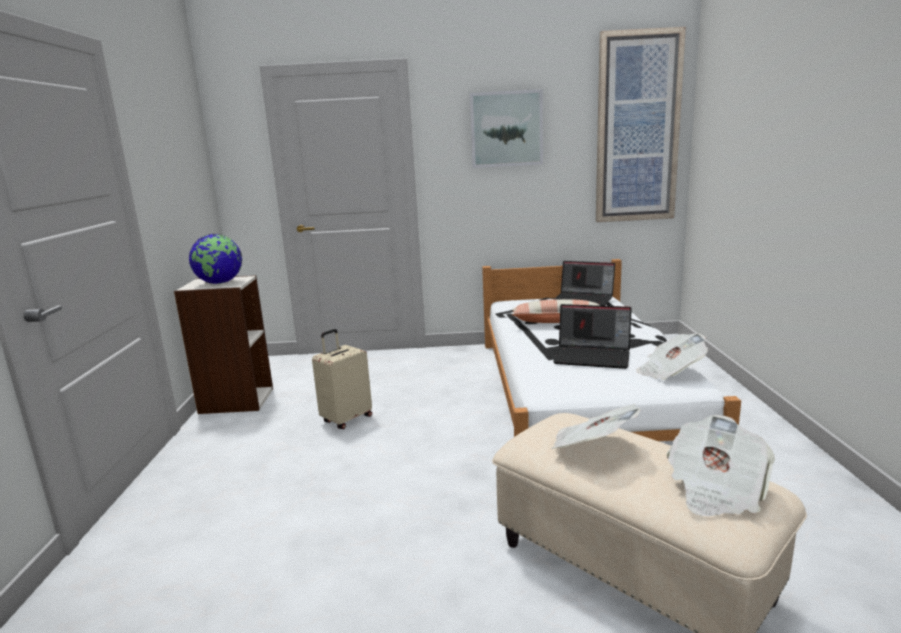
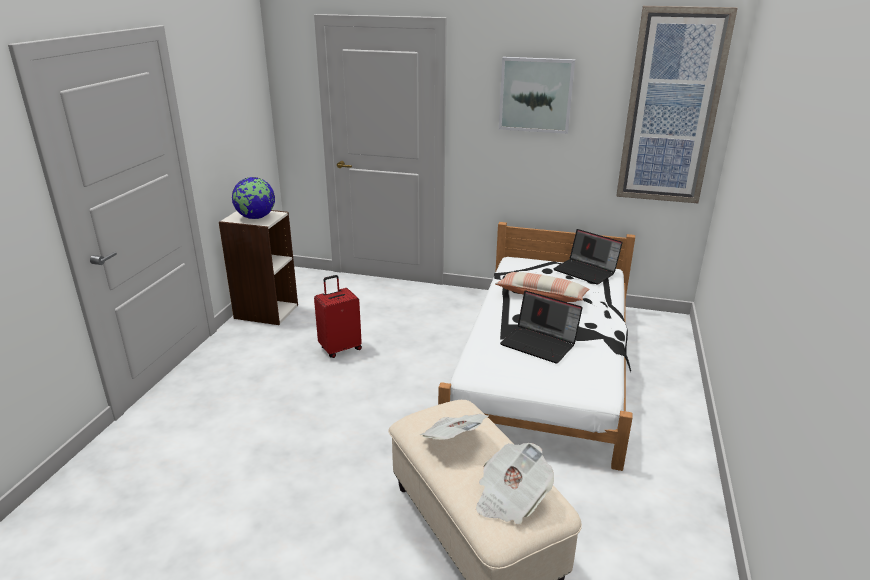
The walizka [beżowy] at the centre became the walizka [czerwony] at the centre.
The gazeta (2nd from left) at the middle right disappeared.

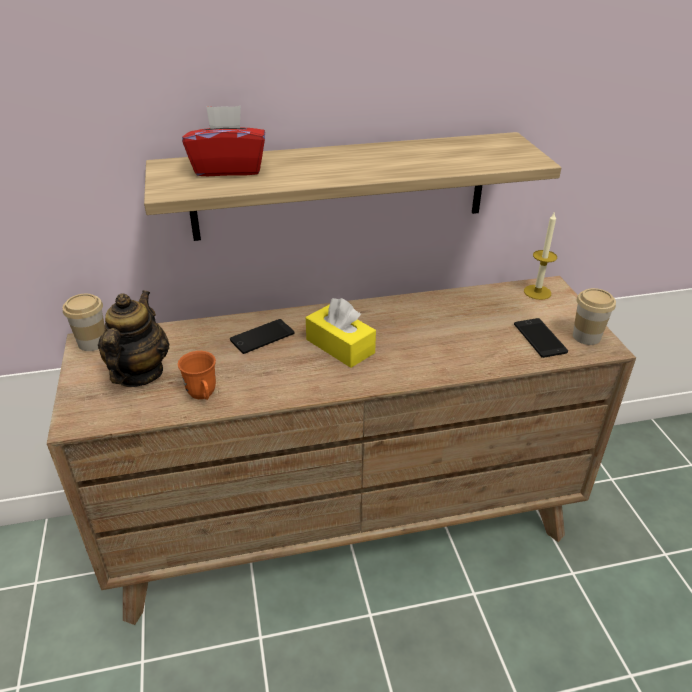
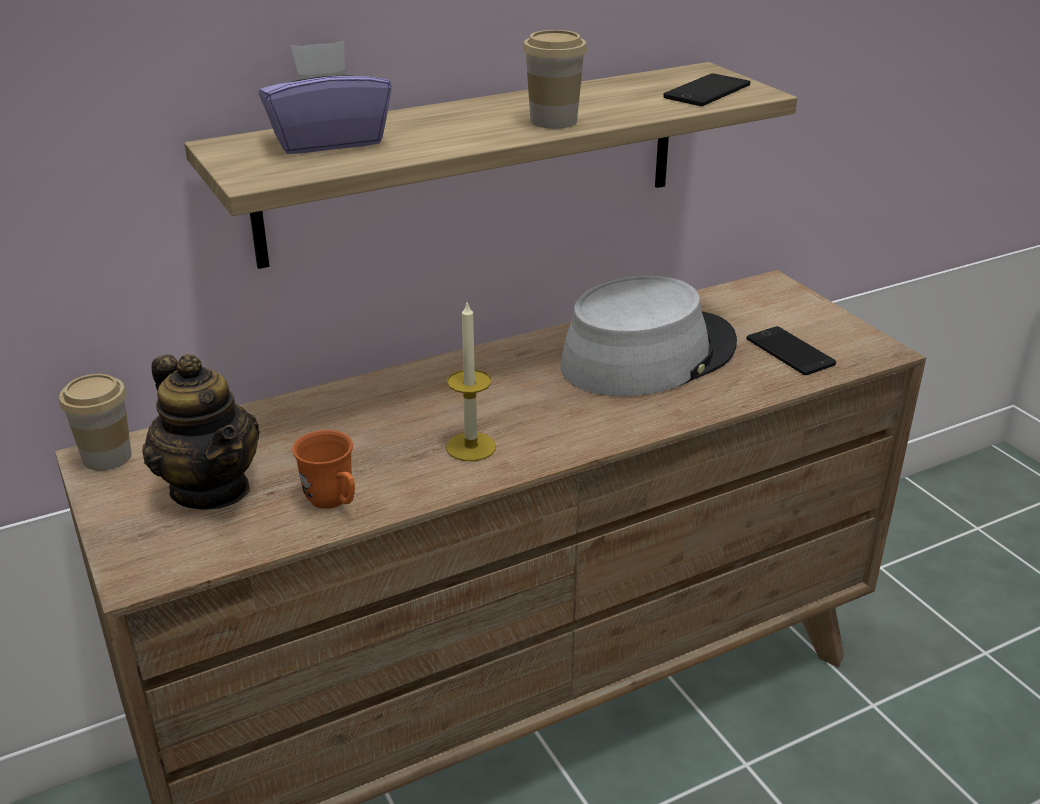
The imbryk at the middle left turned 150 degrees clockwise.
The pudełko chusteczek [czerwony] at the top left became the pudełko chusteczek [fioletowy] at the top left.
The telefon (1st from left) moved from the centre to the top right.
The pudełko chusteczek [żółty] at the centre disappeared.
The świeca moved from the middle right to the centre.
The filiżanka (2nd from left) moved from the middle right to the top centre.
The kapelusz [szary] at the centre appeared.

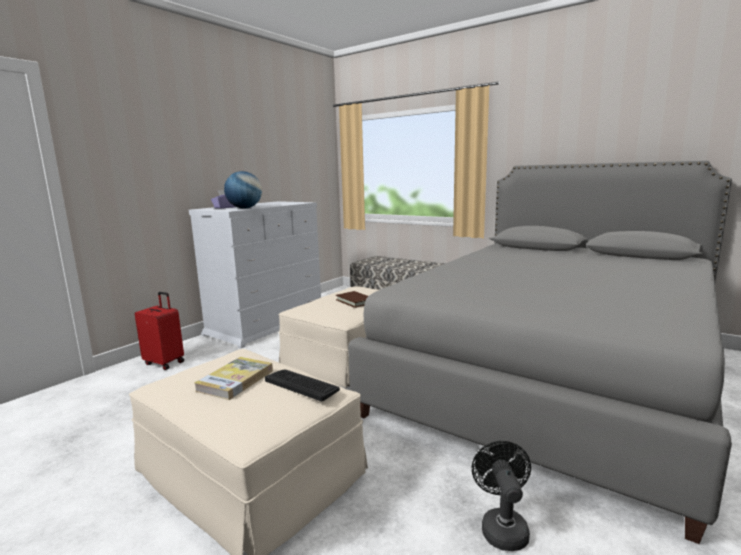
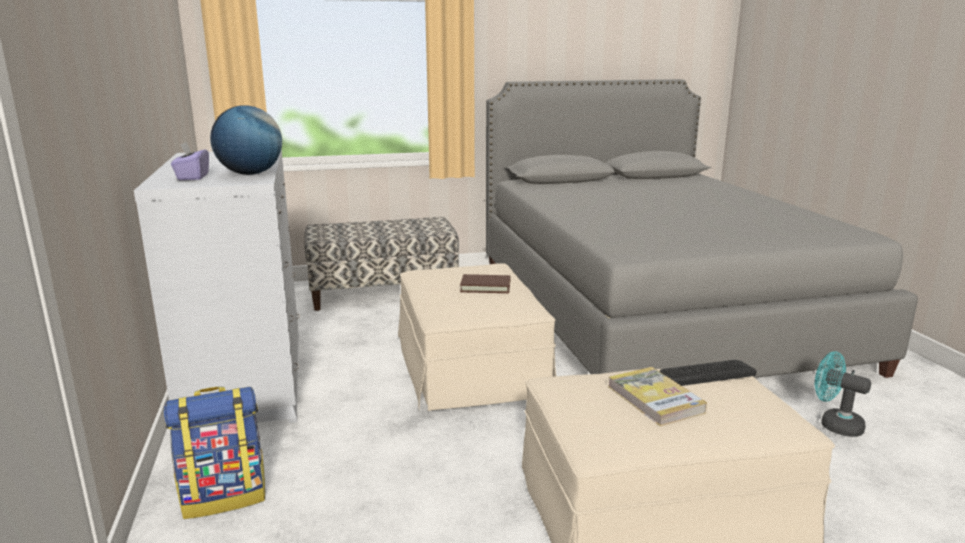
The walizka [czerwony] at the middle left was replaced by the plecak at the bottom left.
The wentylator [czarny] at the bottom right became the wentylator [turkusowy] at the bottom right.

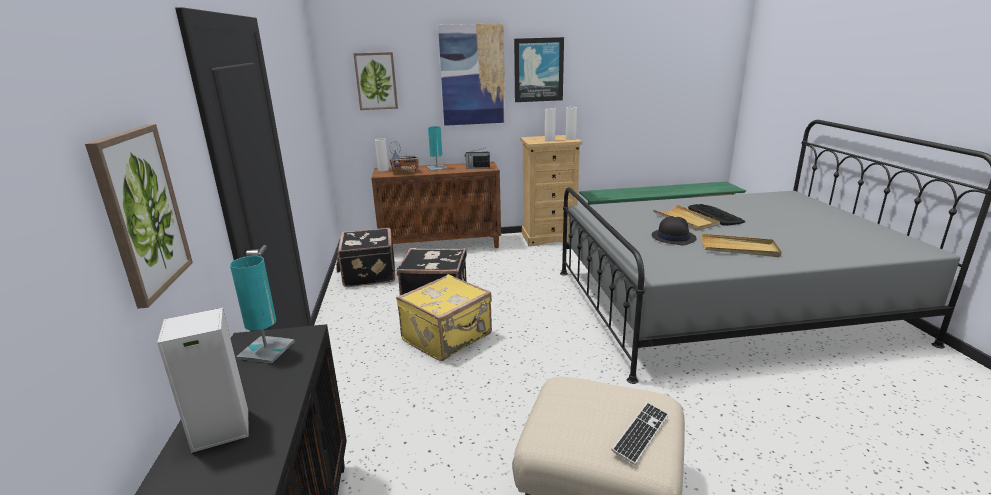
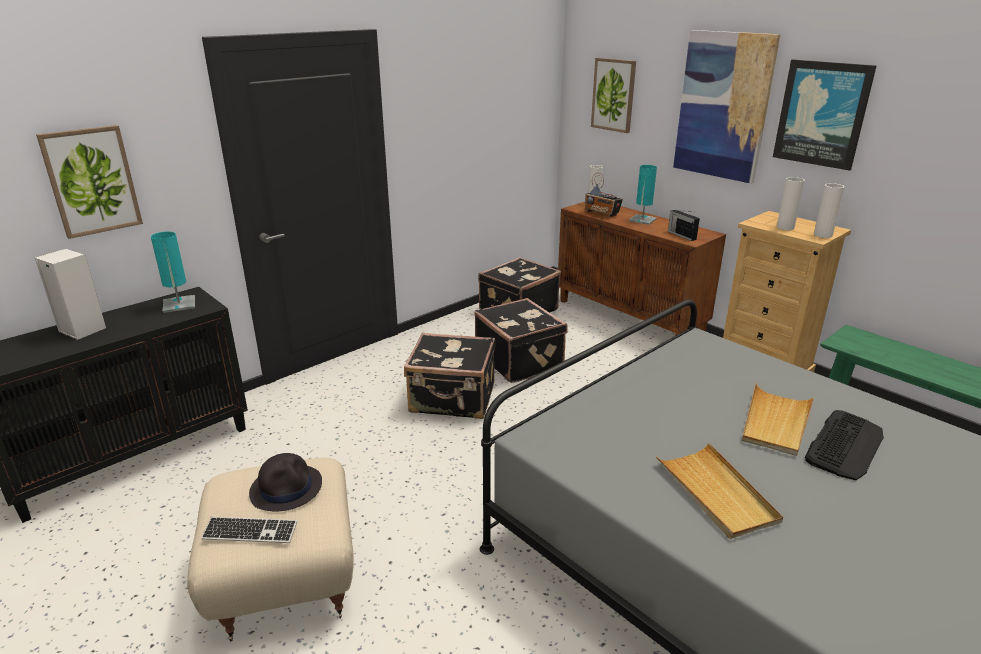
The walizka [żółty] at the centre became the walizka [czarny] (1st from left) at the centre.
The kapelusz [czarny] moved from the middle right to the bottom left.

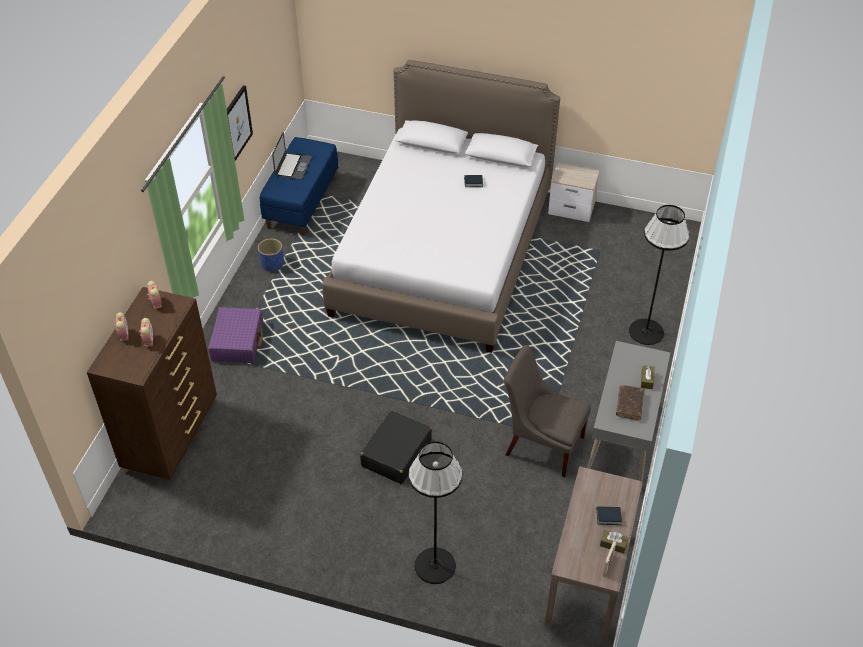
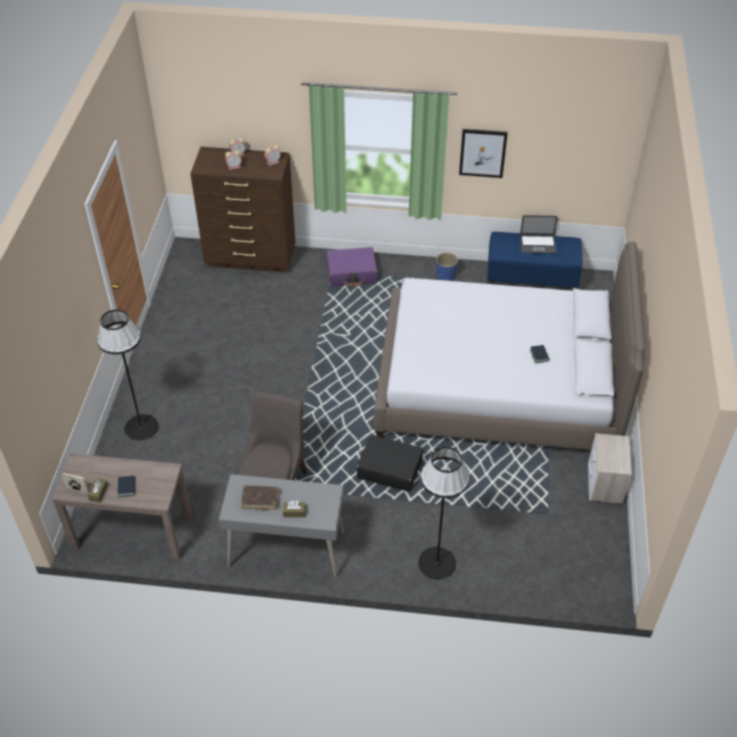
The walizka [czarny] moved from the bottom centre to the centre.

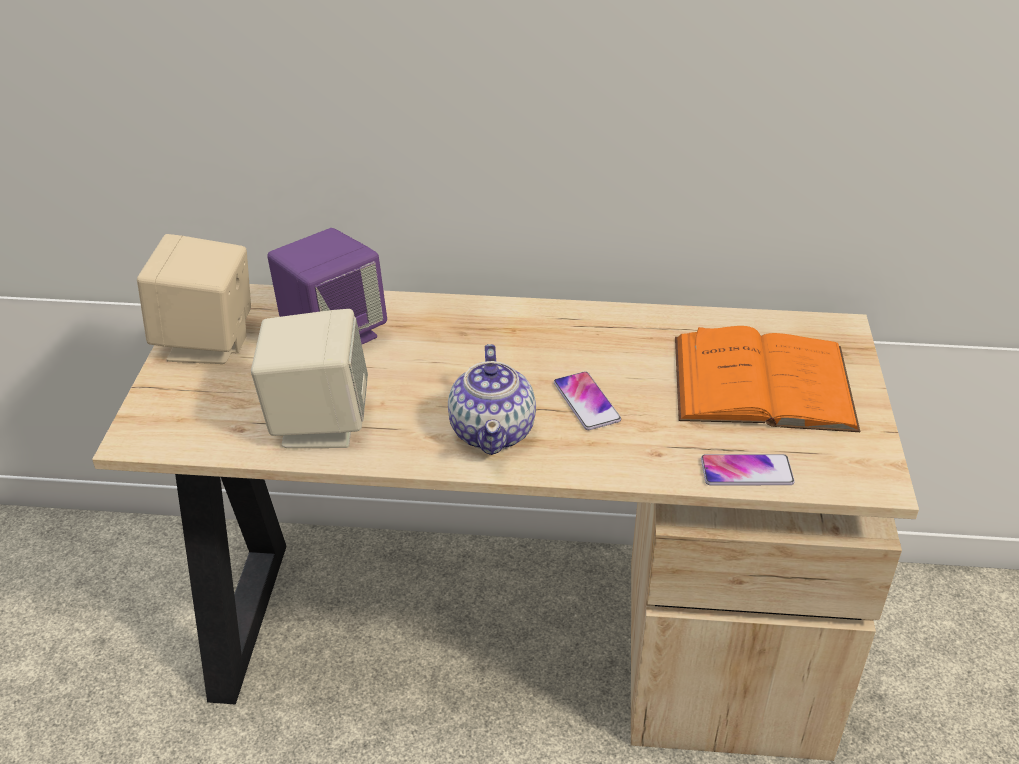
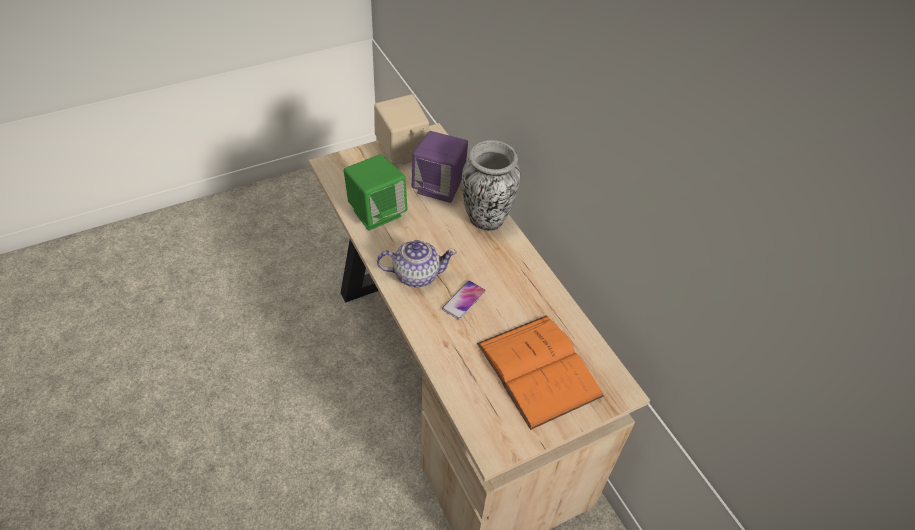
The głośnik [beżowy] (2nd from left) at the middle left became the głośnik [zielony] at the centre.
The imbryk at the centre turned 150 degrees counterclockwise.
The telefon (2nd from left) at the middle right disappeared.
The wazon at the centre appeared.

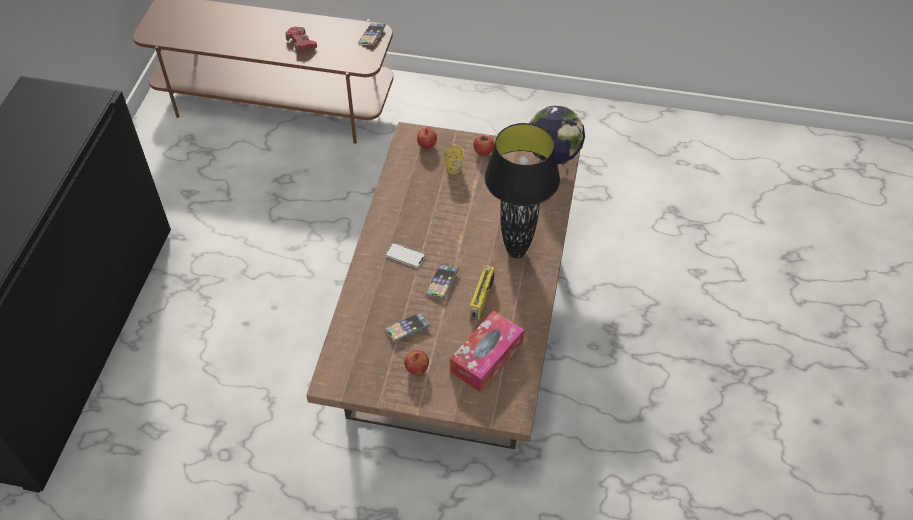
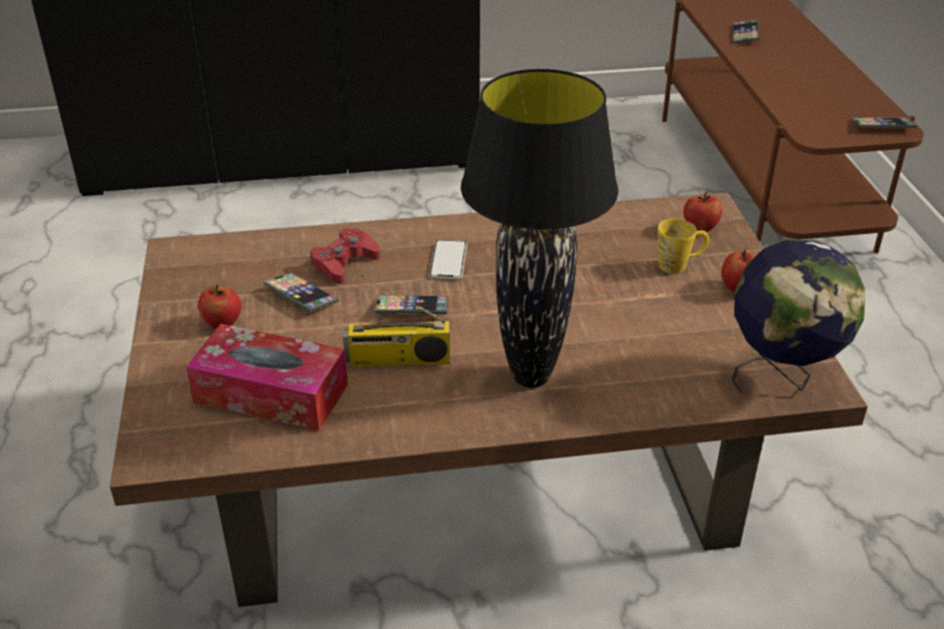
The pad do gier [czerwony] moved from the top left to the centre.
The telefon (4th from left) at the top right appeared.

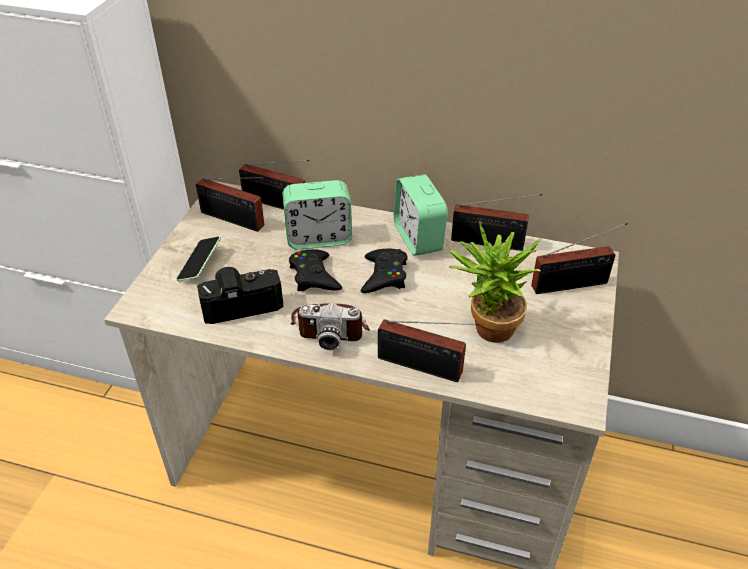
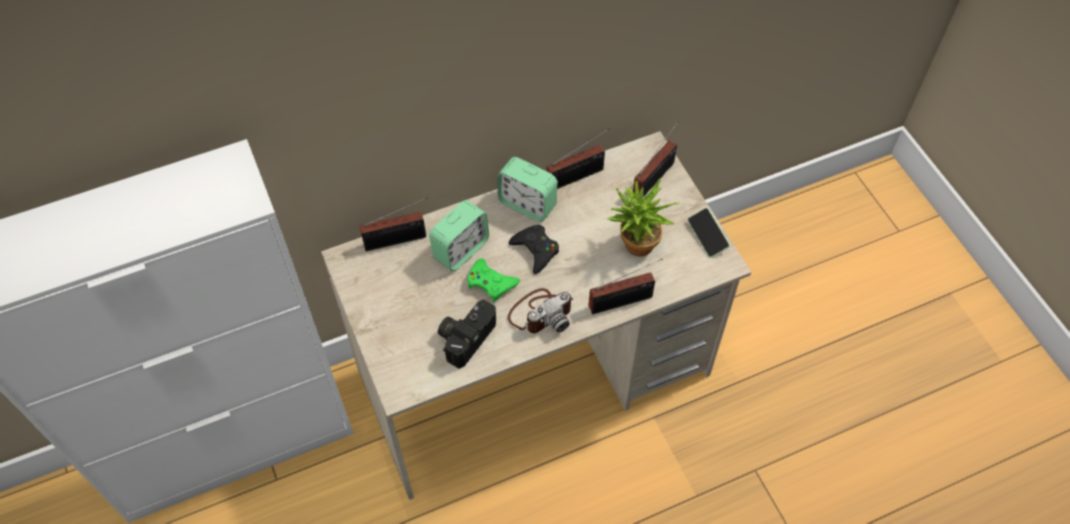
The telefon moved from the middle left to the centre.
The radio (1st from left) at the middle left disappeared.
The pad do gier [czarny] (1st from left) at the centre became the pad do gier [zielony] at the centre.

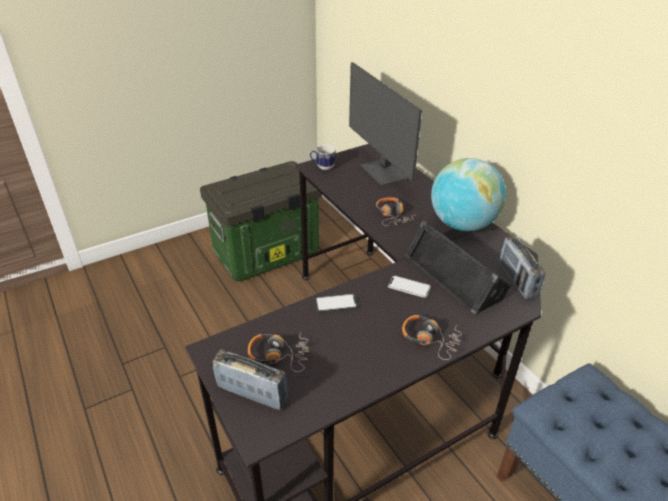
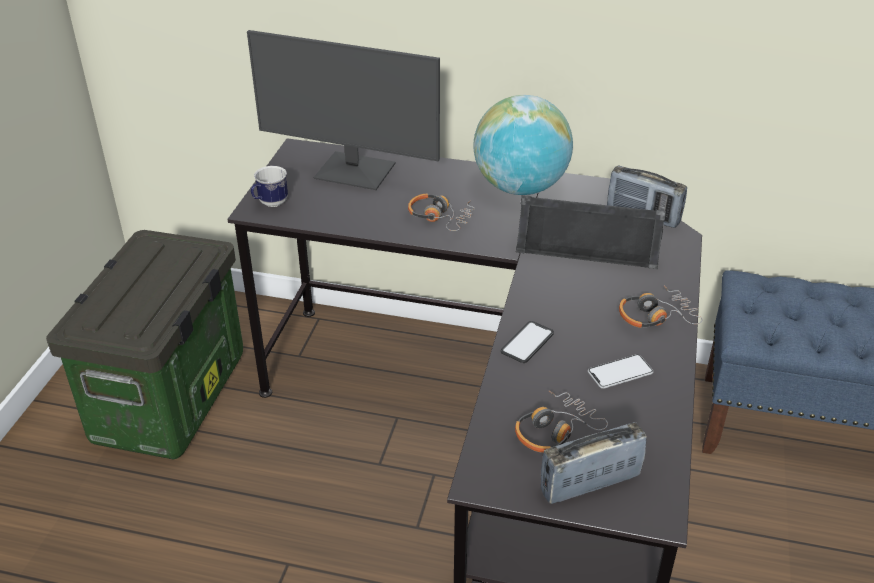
The telefon (2nd from left) moved from the centre to the middle right.

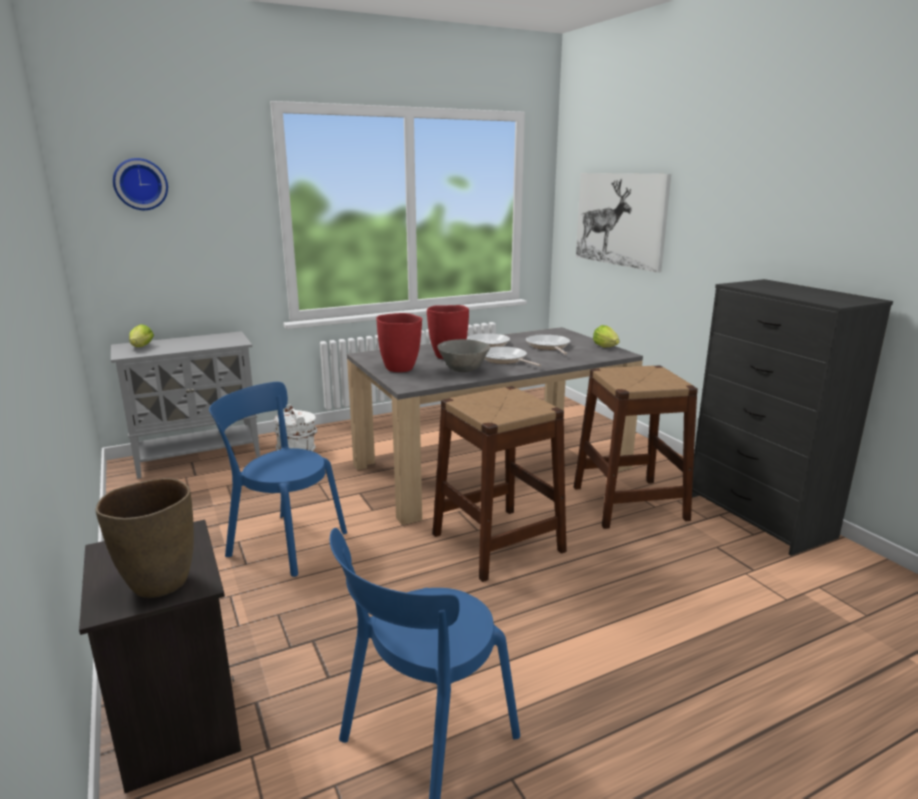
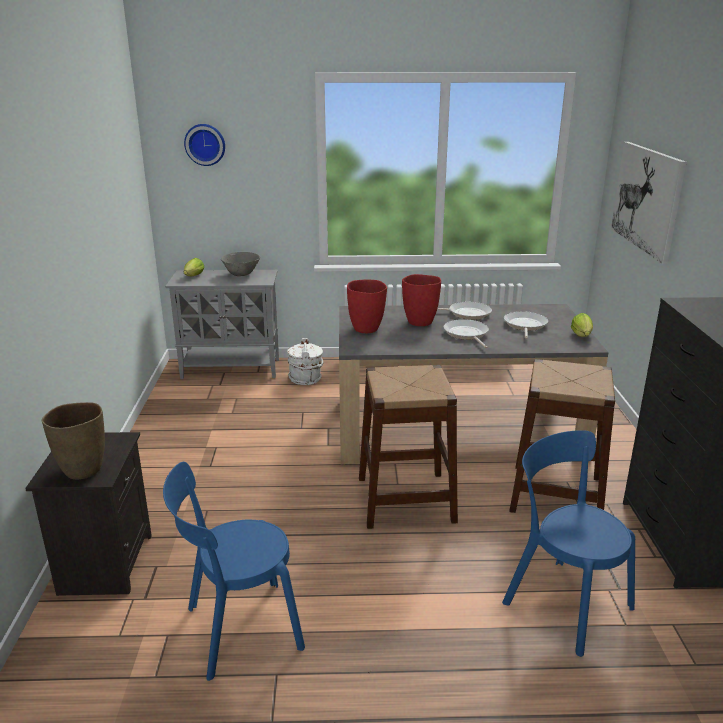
The krzesło [niebieski] (1st from left in the first image) moved from the middle left to the bottom right.
The miska [szary] moved from the centre to the middle left.

